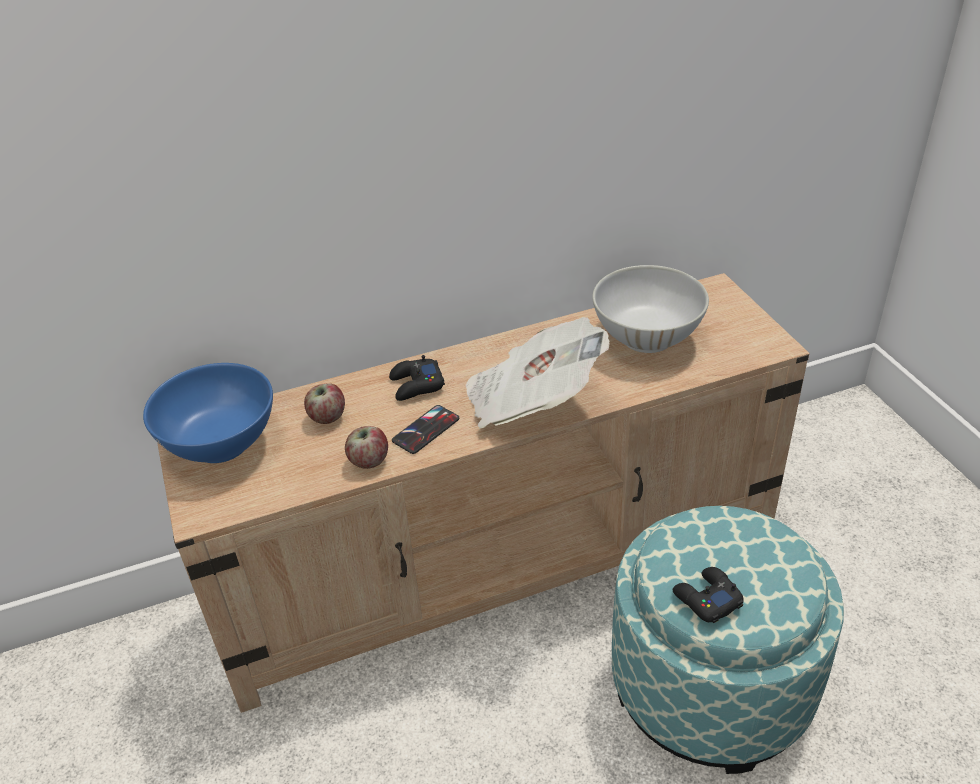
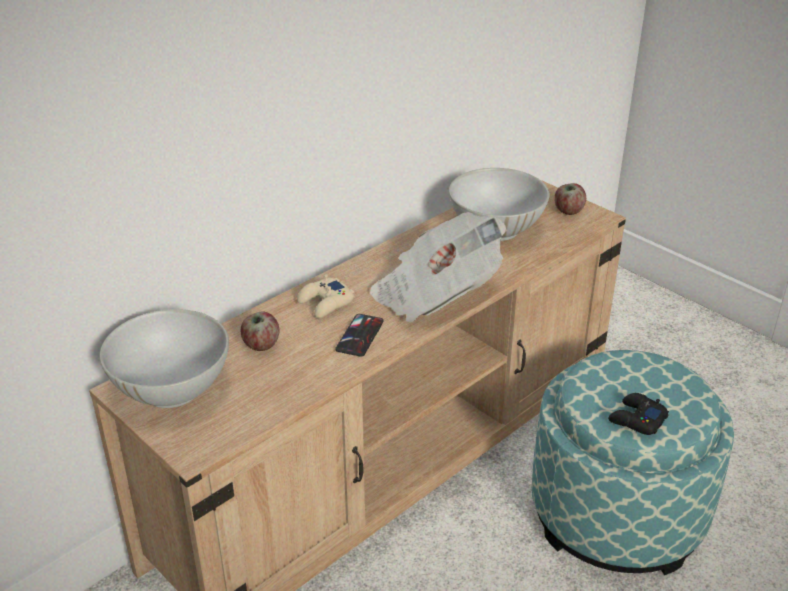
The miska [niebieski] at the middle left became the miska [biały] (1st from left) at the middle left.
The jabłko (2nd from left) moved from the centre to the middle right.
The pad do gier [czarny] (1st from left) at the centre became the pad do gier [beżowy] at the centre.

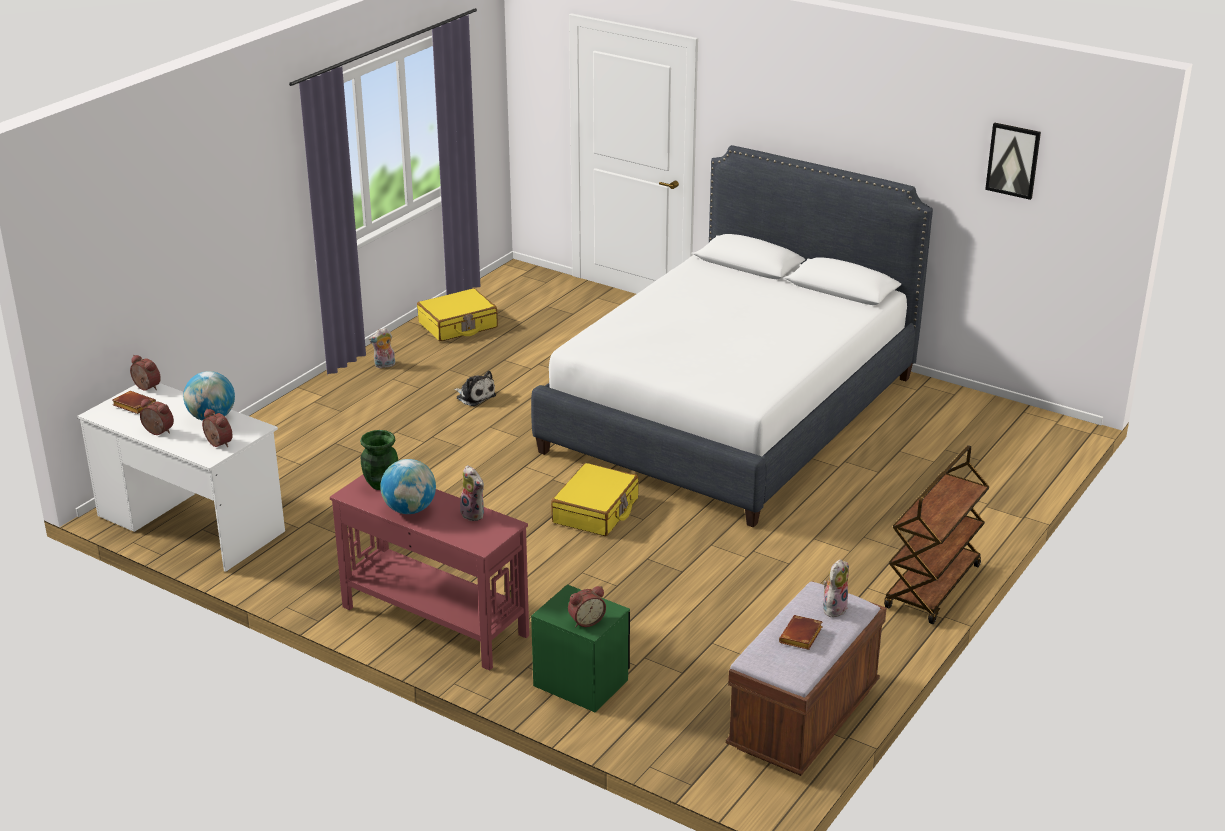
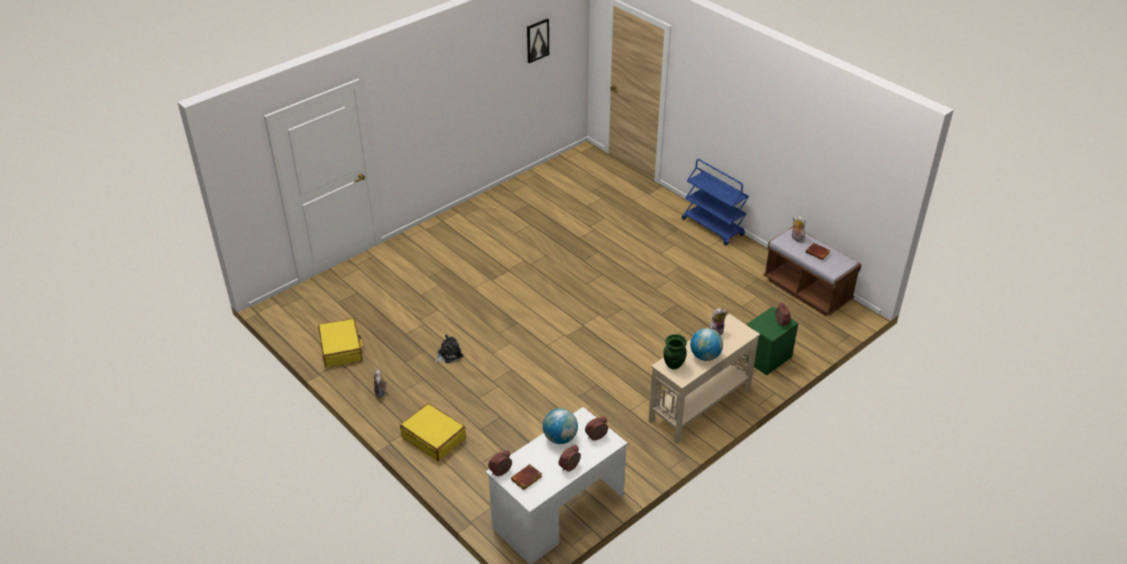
The stolik konsolowy [czerwony] at the bottom centre became the stolik konsolowy [beżowy] at the bottom centre.
The łóżko [biały] at the centre disappeared.
The walizka [żółty] (2nd from left) moved from the centre to the bottom centre.
The wózek [brązowy] at the middle right became the wózek [niebieski] at the centre.

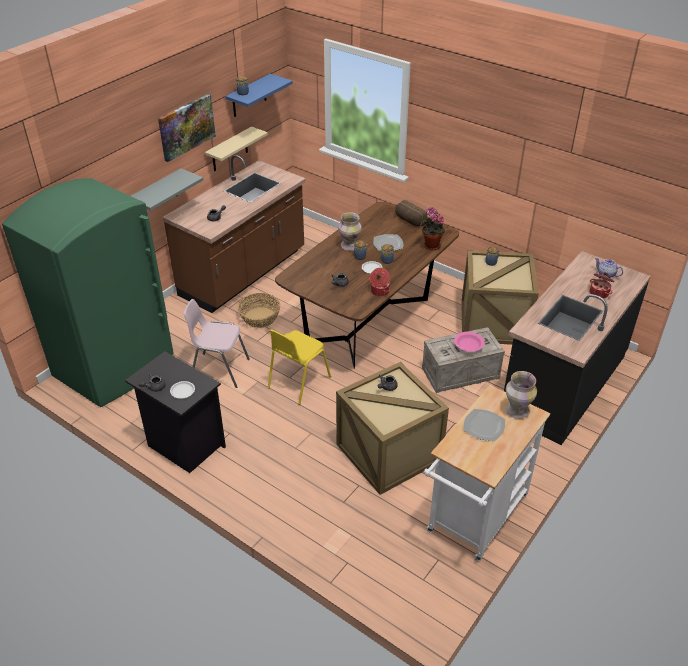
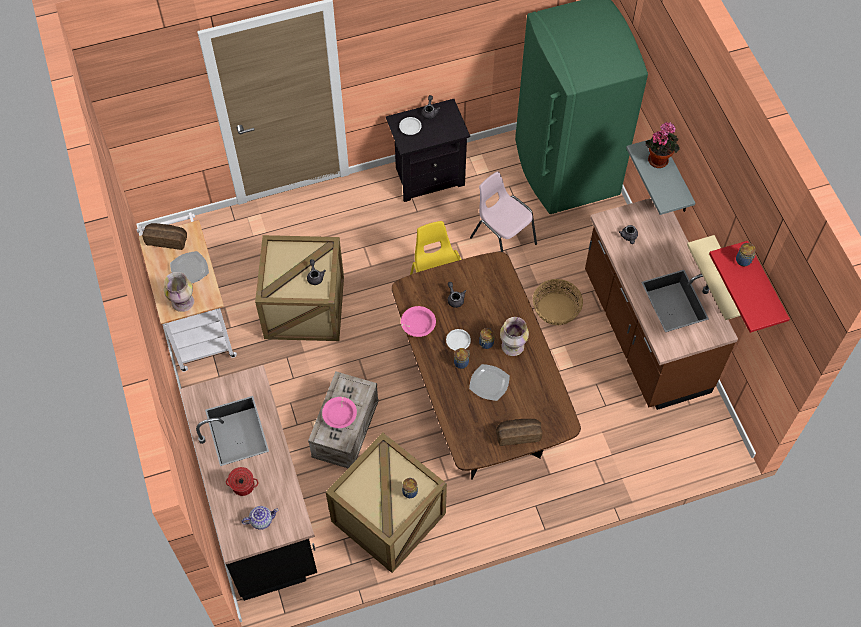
The obraz at the top left disappeared.
The krzesło [różowy] at the middle left turned 90 degrees counterclockwise.
The półka [niebieski] at the top centre became the półka [czerwony] at the middle right.
The garnek (1st from left) at the centre was replaced by the miska [różowy] (2nd from left) at the centre.
The roślina doniczkowa moved from the centre to the top right.
The chleb (1st from left) at the middle left appeared.

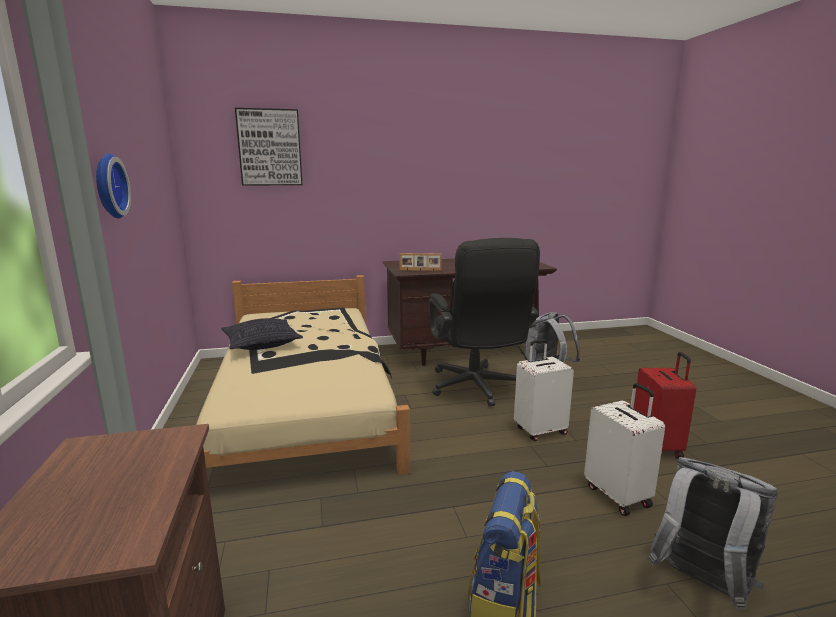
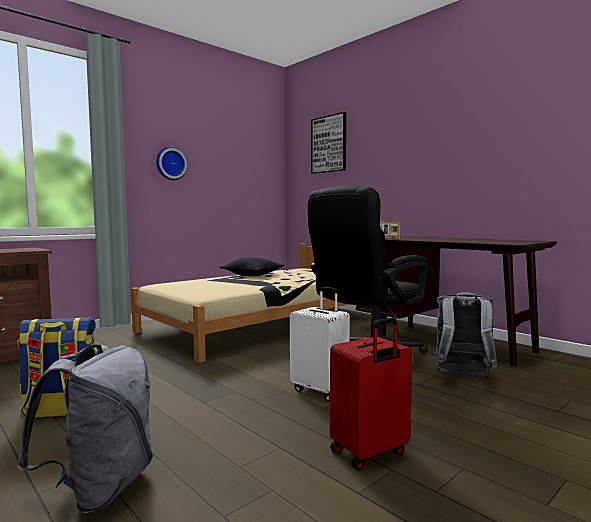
The walizka [biały] (2nd from left) at the bottom right disappeared.

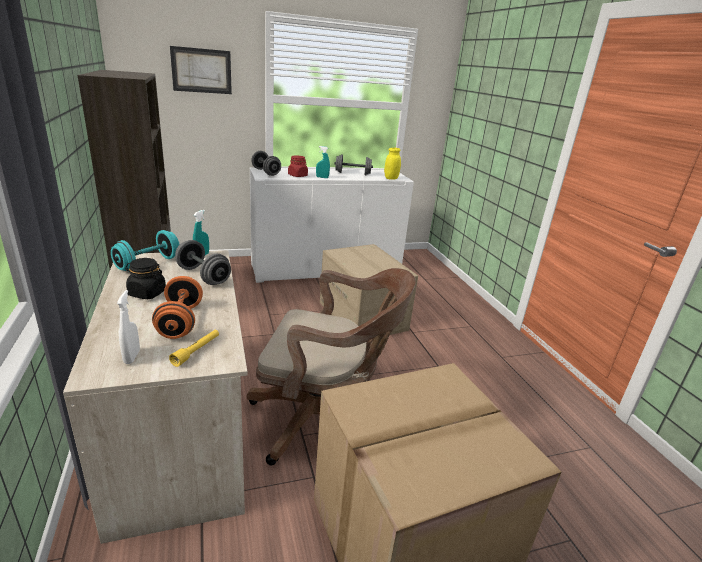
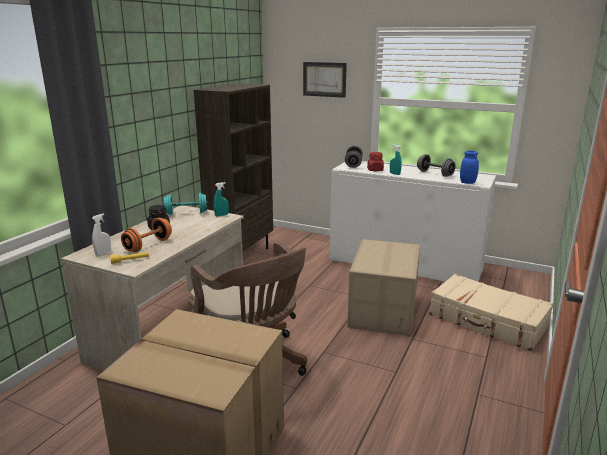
The hantel [szary] (1st from left) at the middle left disappeared.
The słoik [żółty] at the top centre became the słoik [niebieski] at the middle right.
The walizka [beżowy] at the bottom right appeared.

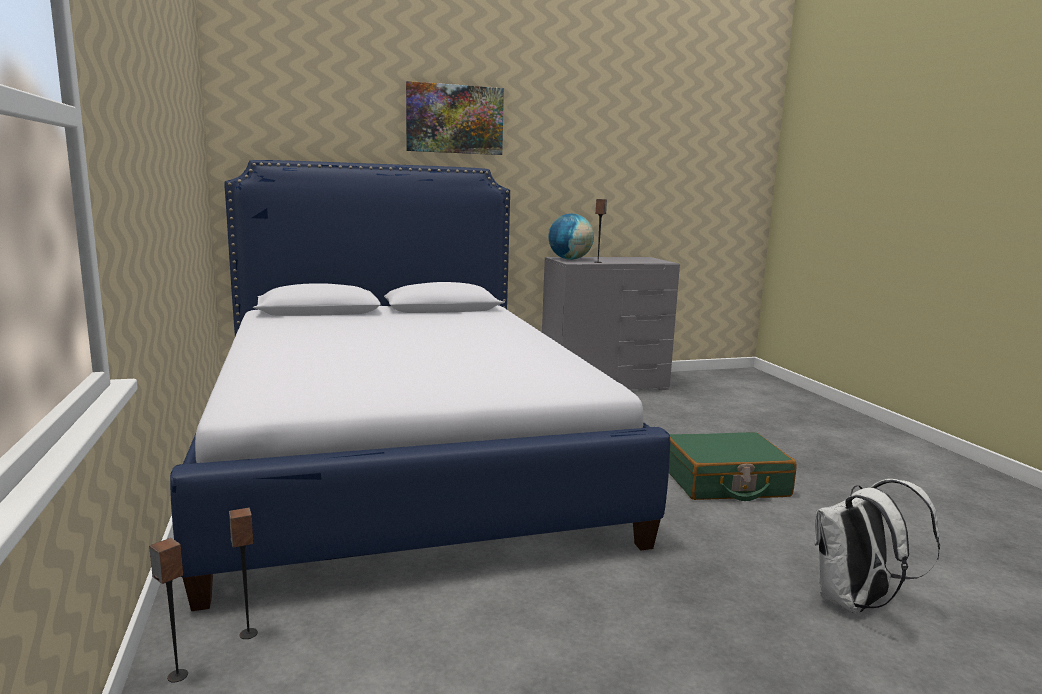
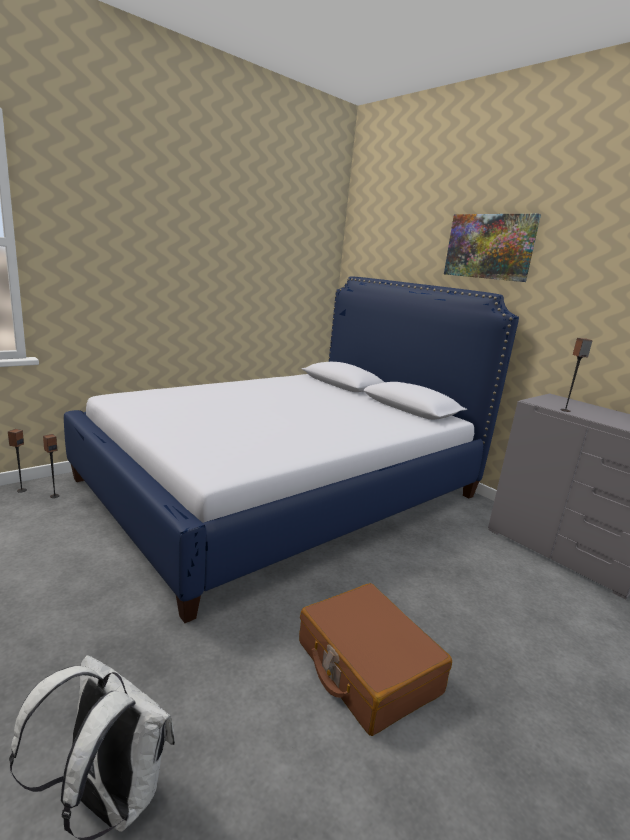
The globus at the centre disappeared.
The walizka [zielony] at the bottom right became the walizka [brązowy] at the bottom centre.

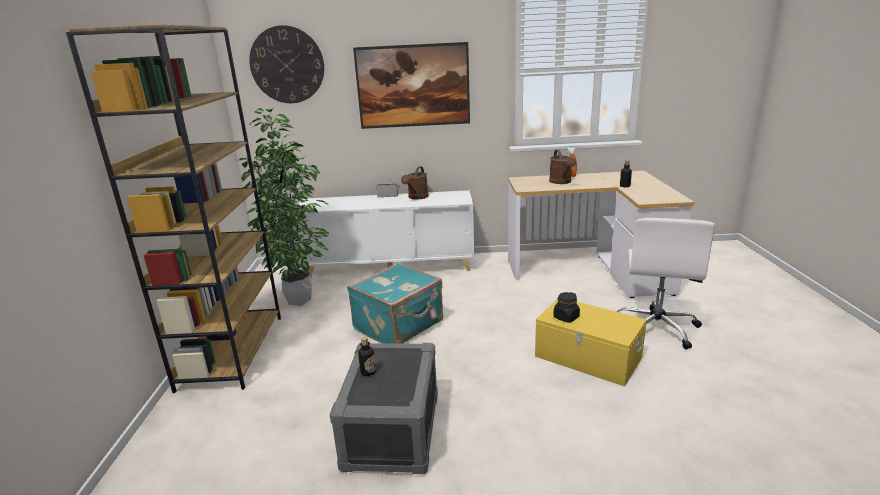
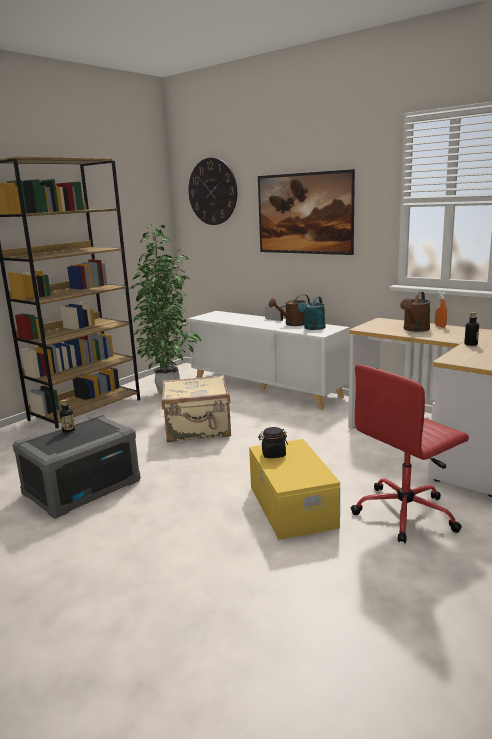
The walizka [turkusowy] at the centre became the walizka [beżowy] at the centre.
The krzesło biurowe [biały] at the middle right became the krzesło biurowe [czerwony] at the middle right.
The konewka [turkusowy] at the centre appeared.

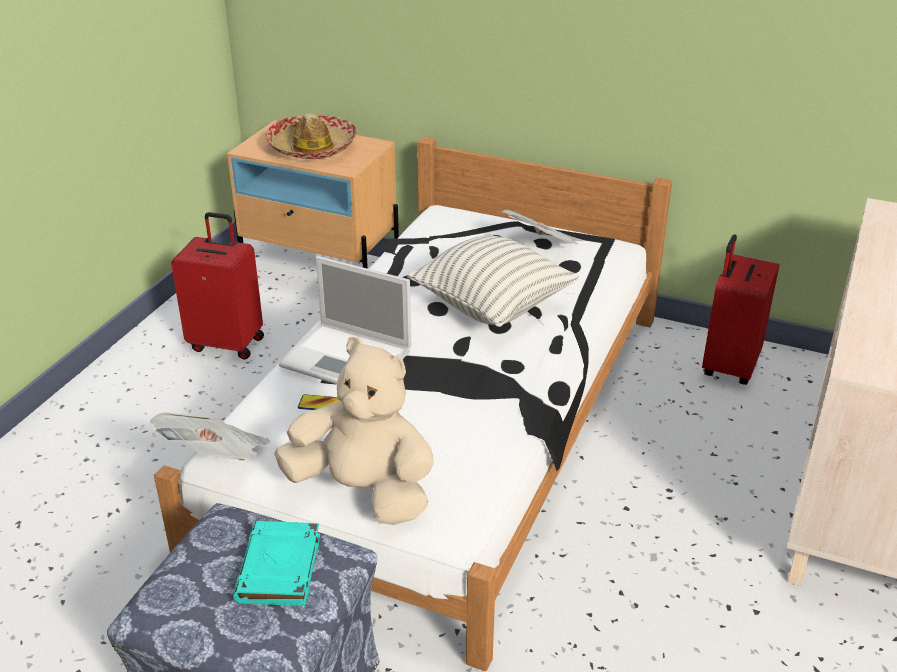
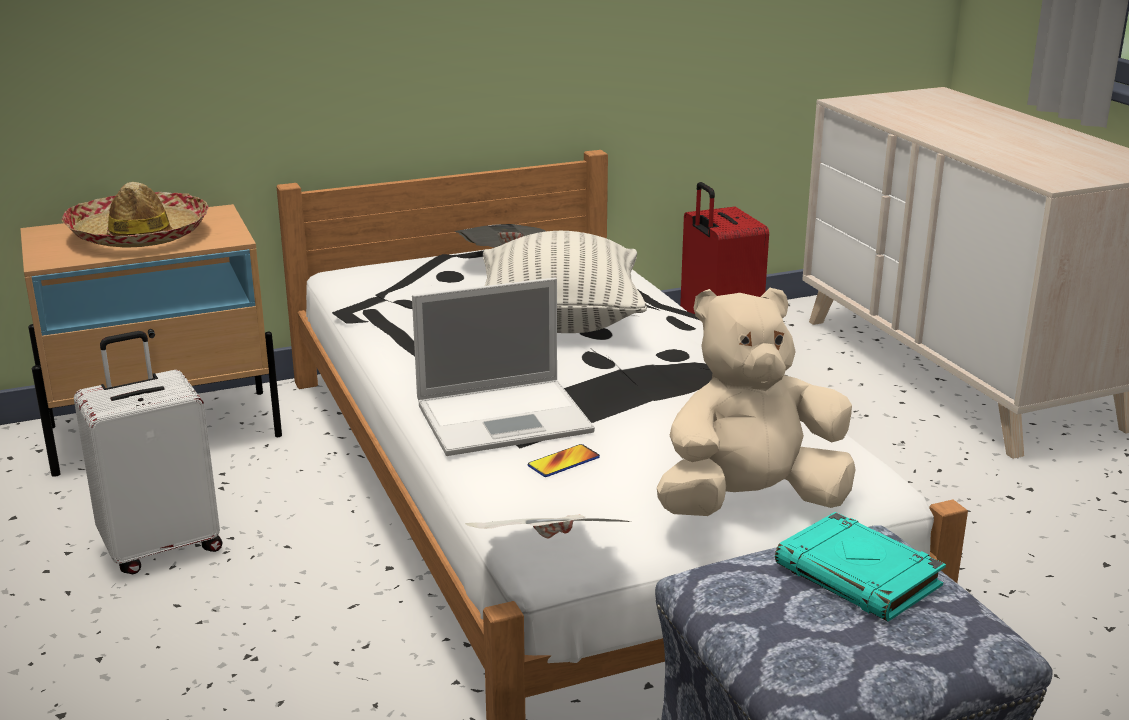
The walizka [czerwony] (1st from left) at the middle left became the walizka [biały] at the middle left.

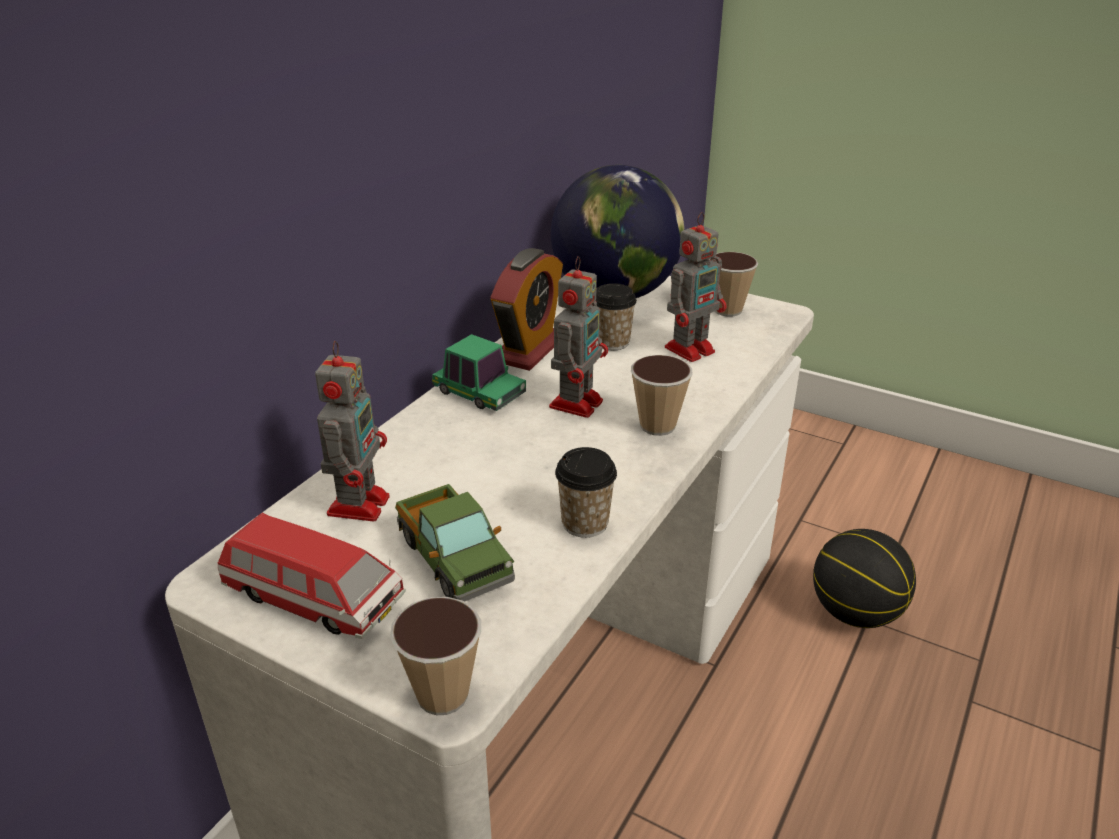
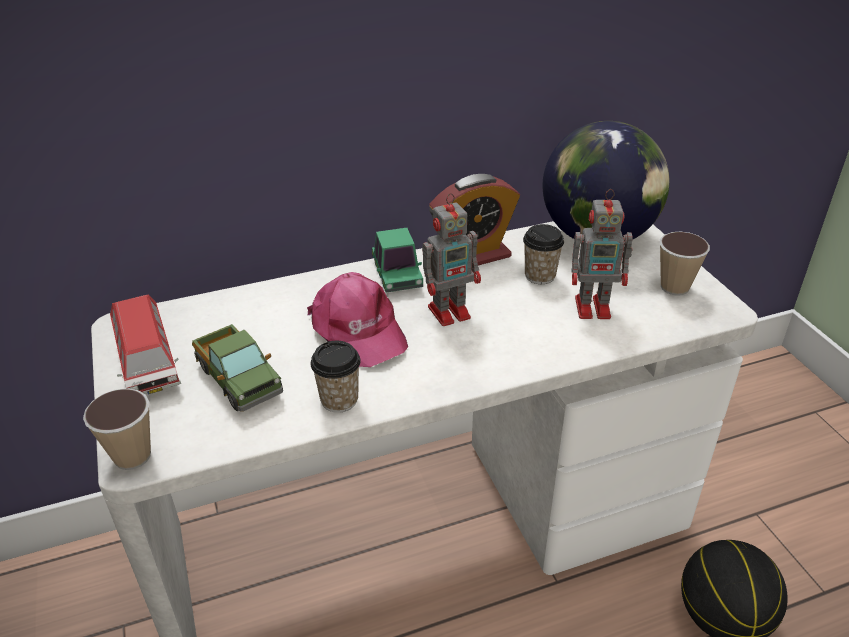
The robot zabawkowy (1st from left) at the middle left disappeared.
The ciężarówka zabawkowa at the centre turned 45 degrees counterclockwise.
The filiżanka (4th from left) at the centre disappeared.
The czapka z daszkiem [różowy] at the centre appeared.

